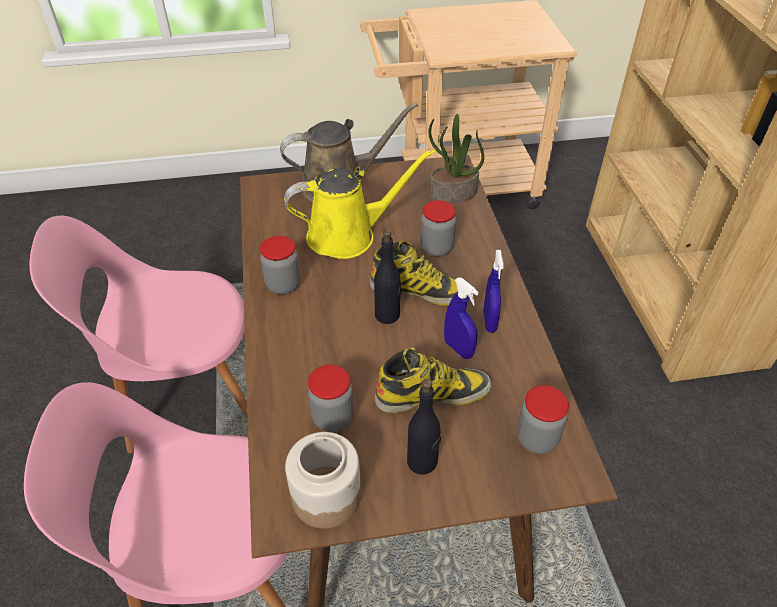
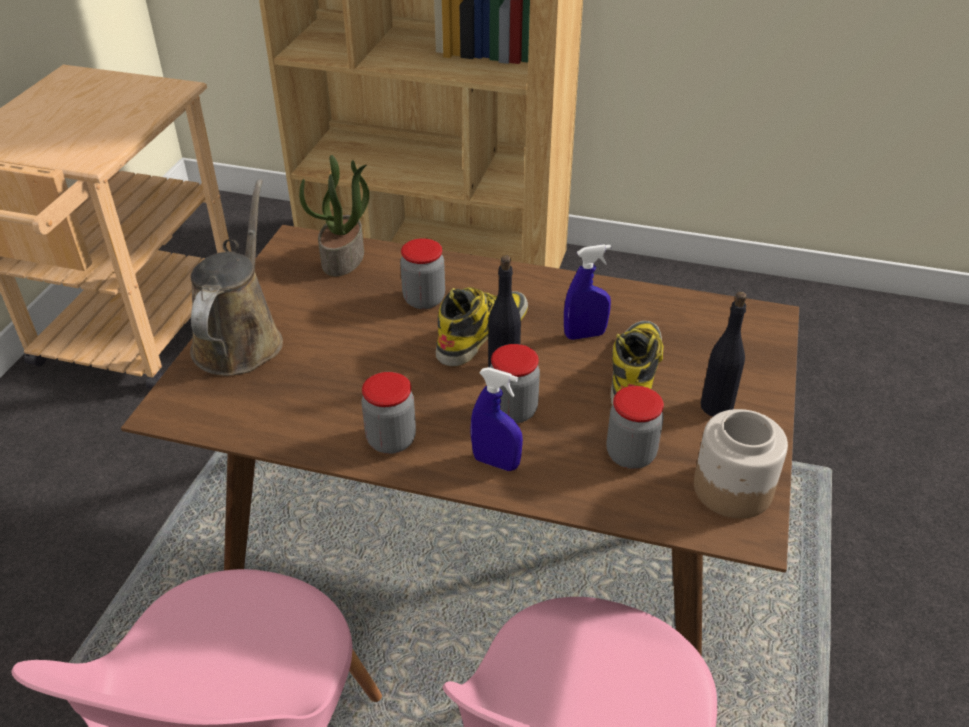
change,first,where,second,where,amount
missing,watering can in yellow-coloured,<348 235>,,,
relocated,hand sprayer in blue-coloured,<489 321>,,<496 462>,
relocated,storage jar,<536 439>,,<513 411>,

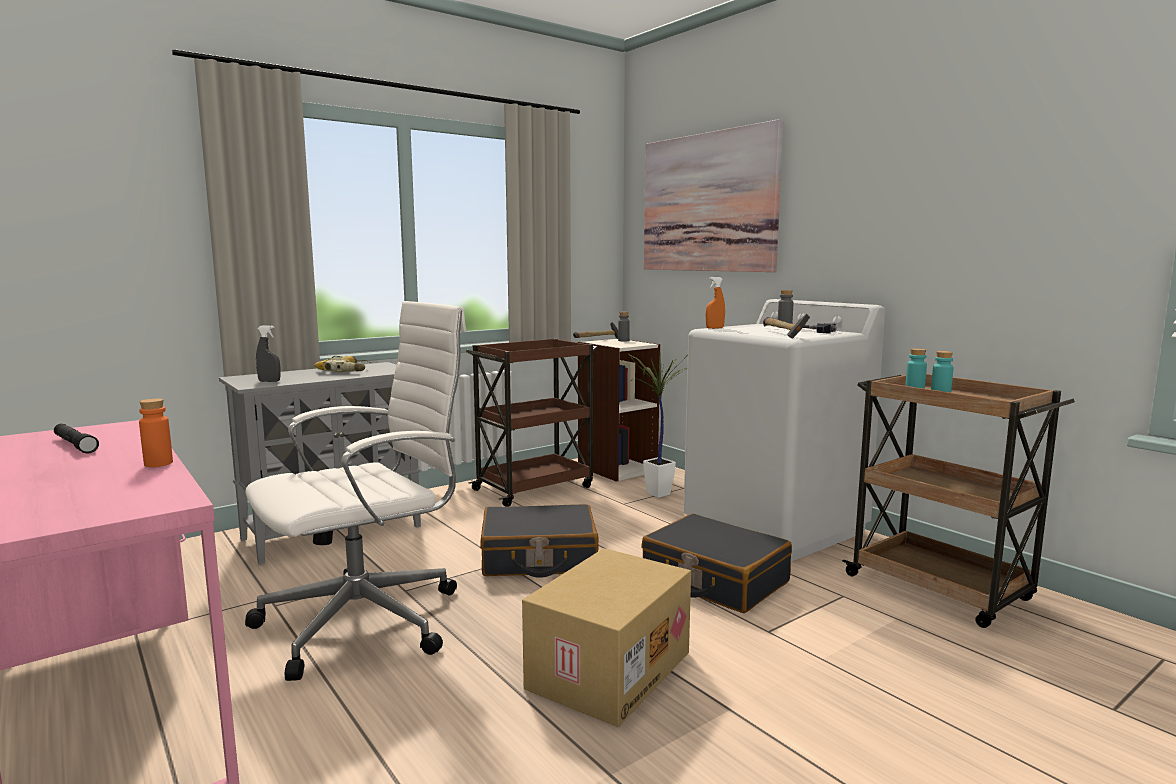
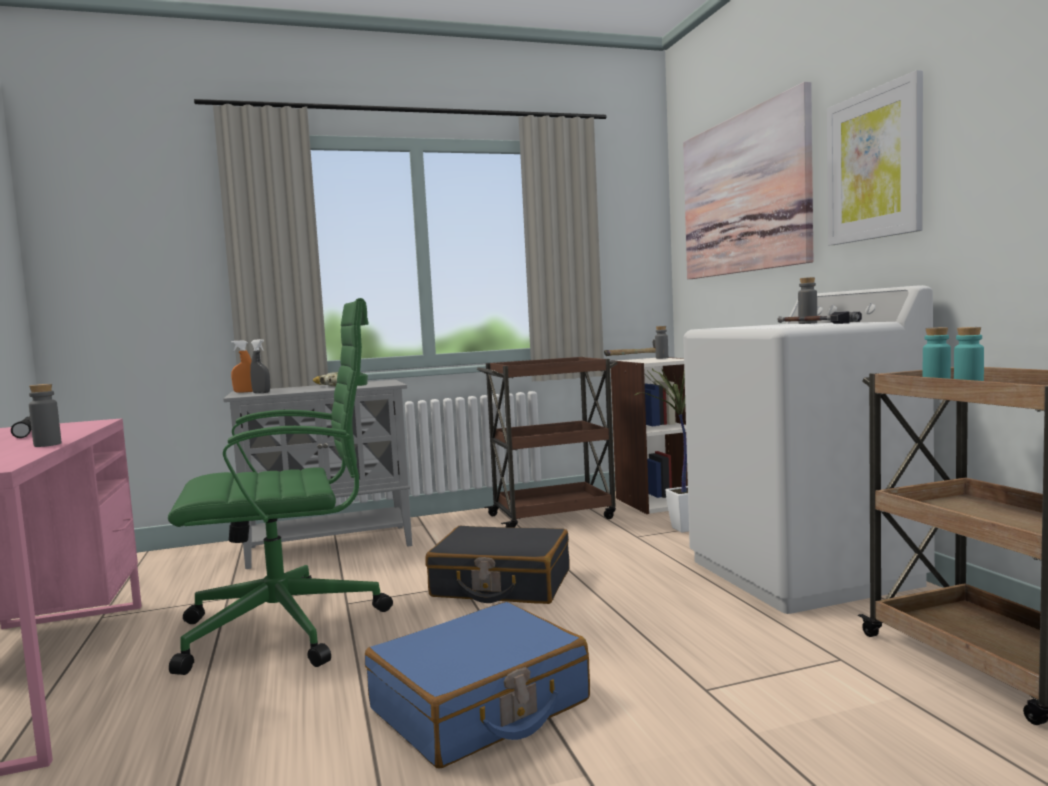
change,first,where,second,where,amount
colour,bottle in orange-coloured,<158 463>,bottle in grey,<47 445>,
colour,desk chair in white,<367 620>,desk chair in greenish,<289 627>,
exchanged,cardboard box,<608 669>,piece of luggage in blue-coloured,<480 706>,
missing,piece of luggage in black-coloured,<714 580>,,,
relocated,hand sprayer in orange-coloured,<714 328>,,<244 392>,
missing,hammer,<782 334>,,,
appeared,,,wall picture,<874 165>,

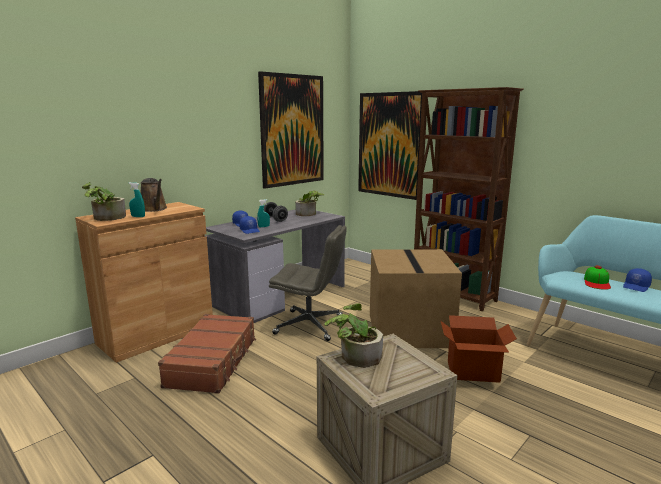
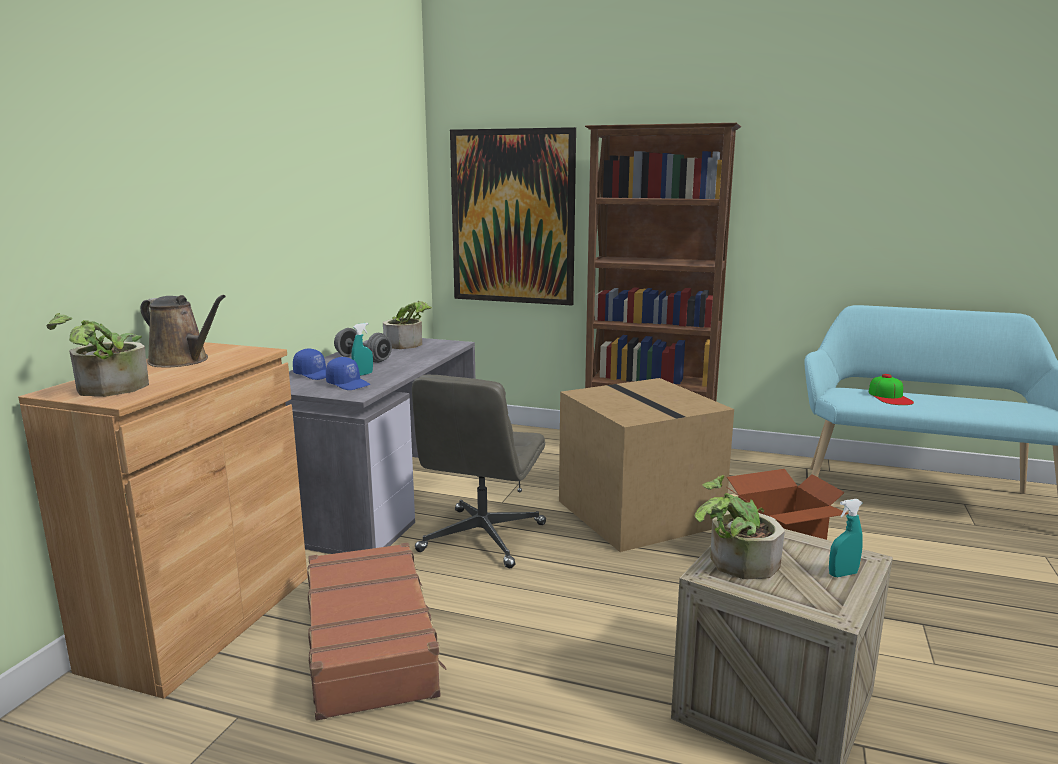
change,first,where,second,where,amount
relocated,hand sprayer in turquoise-coloured,<138 216>,,<842 574>,
missing,wall picture,<292 130>,,,
spun,desk chair in grey,<310 325>,,<482 538>,120 degrees clockwise
missing,cap in blue-coloured,<636 286>,,,

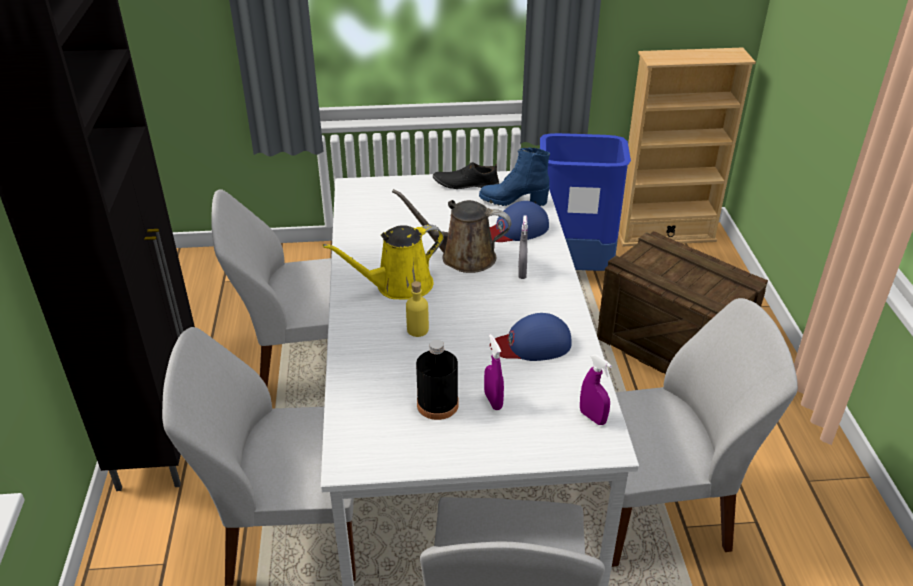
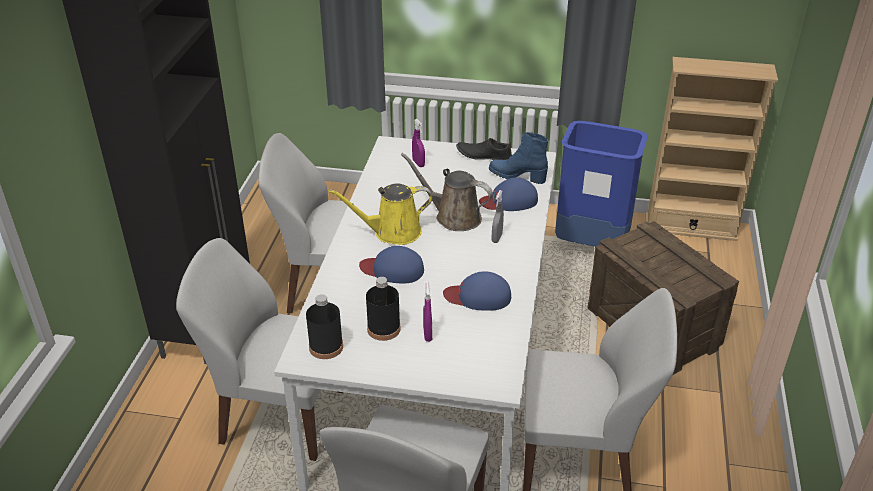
change,first,where,second,where,amount
exchanged,bottle in yellow-coloured,<417 330>,cap in blue-coloured,<392 269>,
relocated,hand sprayer in purple-coloured,<592 417>,,<418 163>,
appeared,,,bottle in black-coloured,<326 347>,

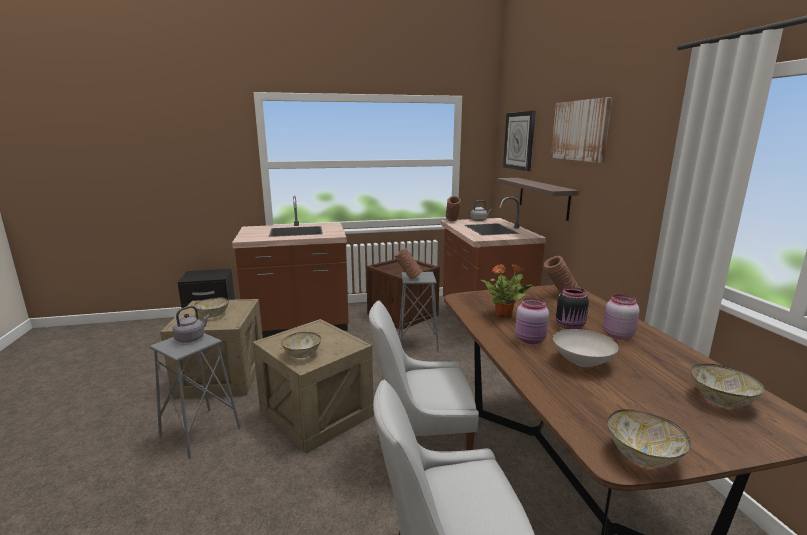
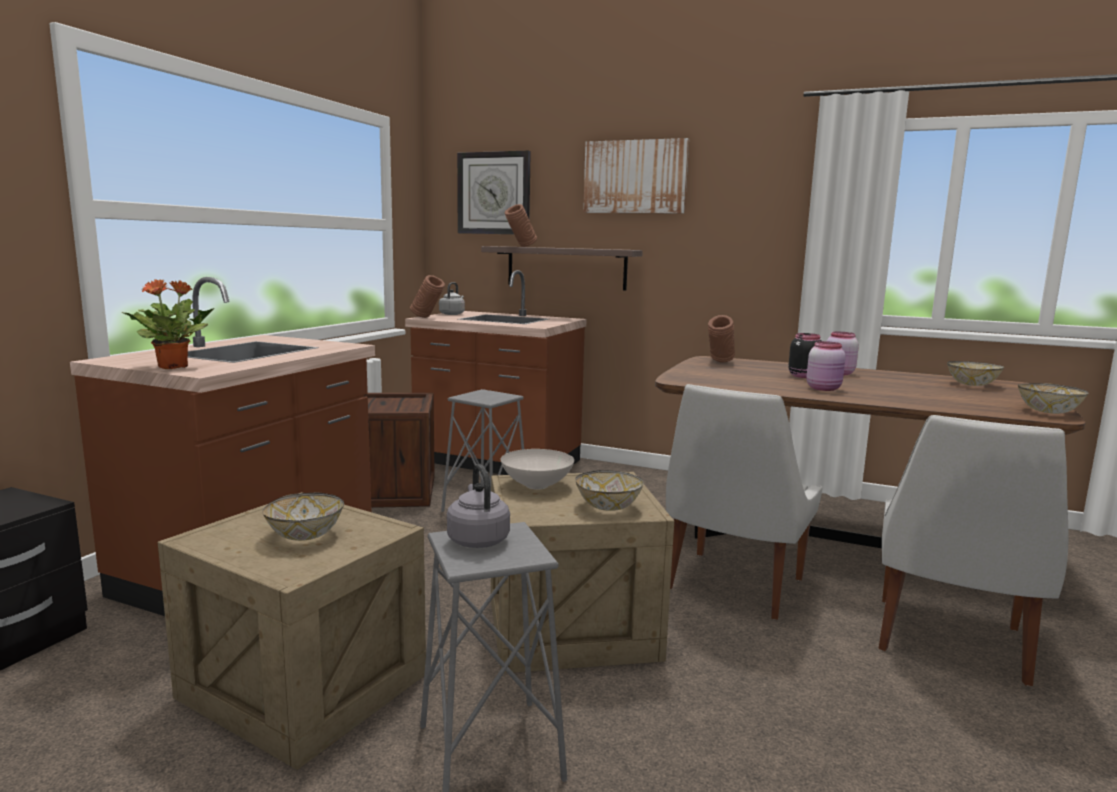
change,first,where,second,where,amount
relocated,vase in brownish,<408 278>,,<520 246>,
relocated,houseplant,<504 315>,,<174 367>,
relocated,bowl in white,<582 363>,,<538 486>,

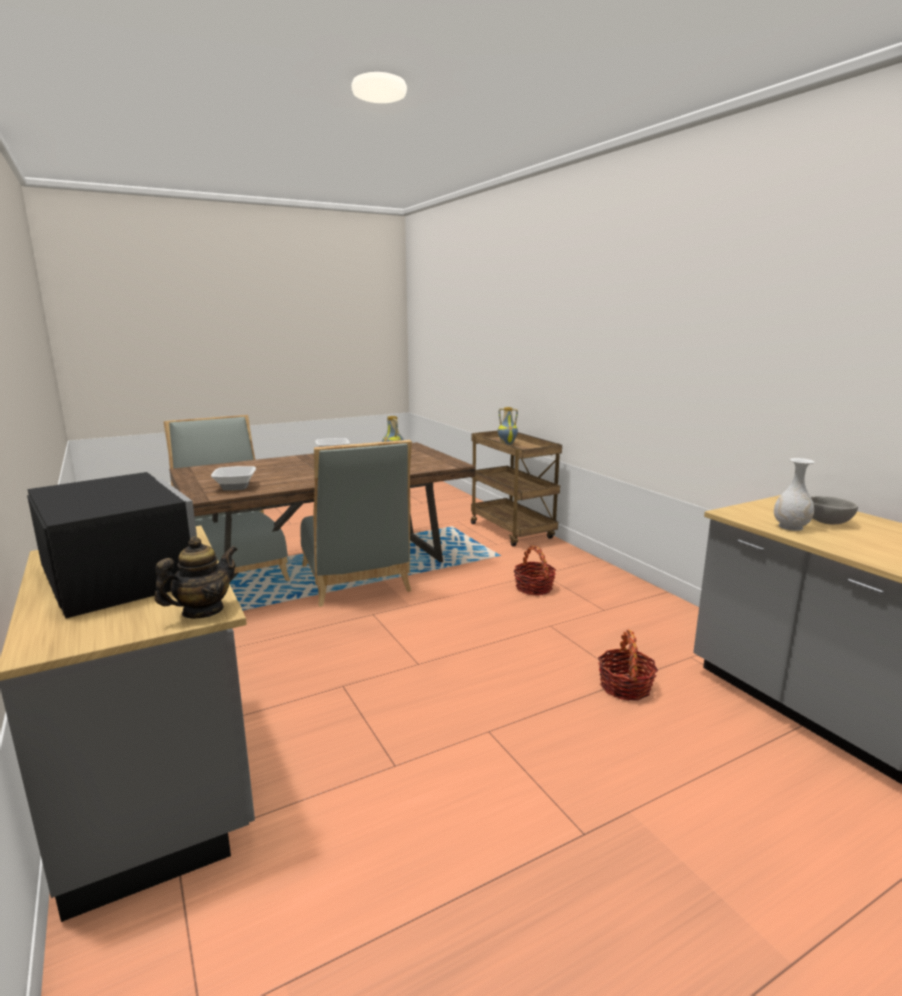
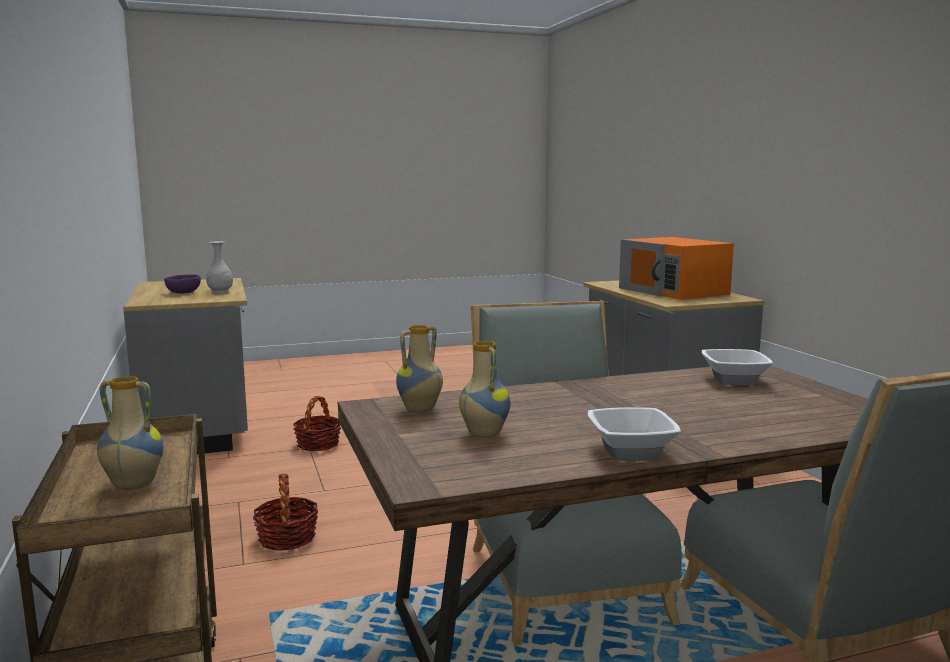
change,first,where,second,where,amount
colour,microwave oven in black-coloured,<119 574>,microwave oven in orange-coloured,<673 291>,
missing,tea pot,<202 611>,,,
colour,bowl in grey,<826 522>,bowl in purple-coloured,<184 293>,
appeared,,,vase,<420 410>,

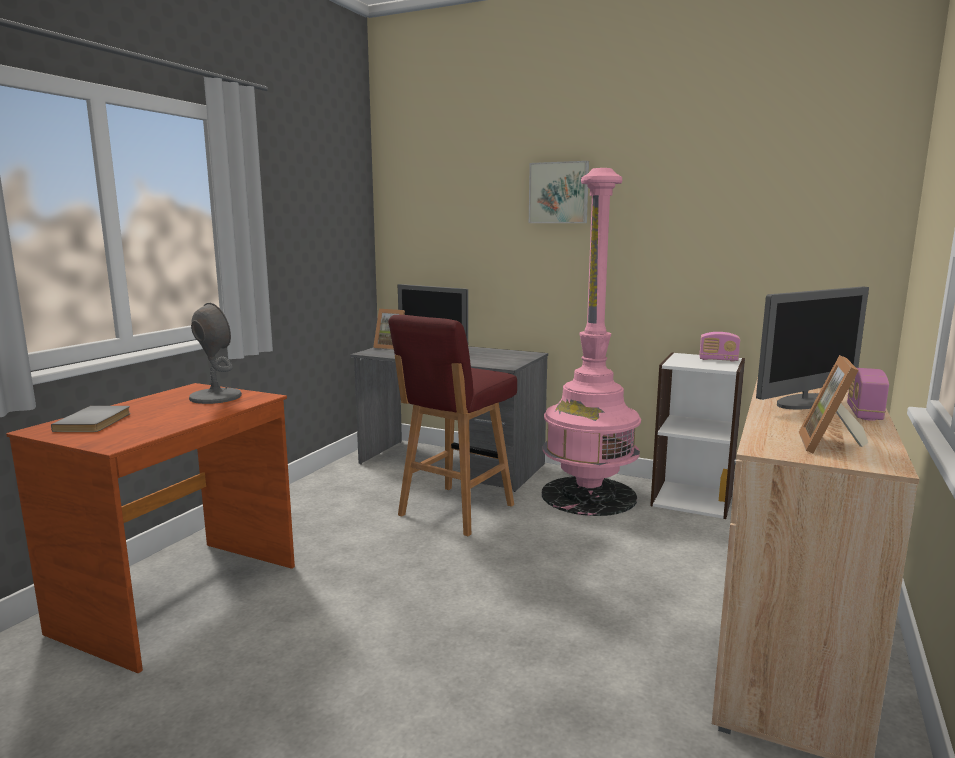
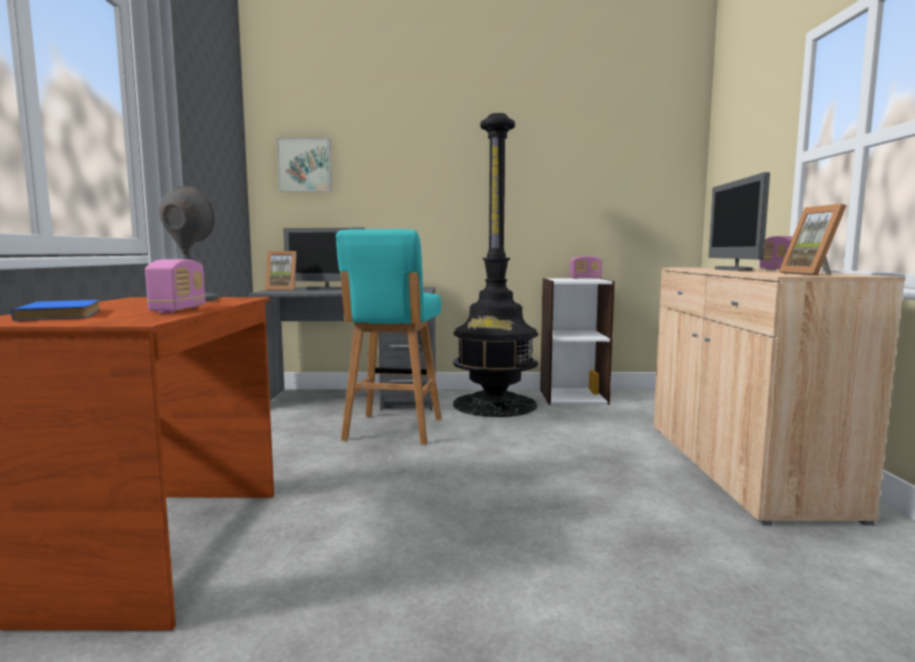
change,first,where,second,where,amount
colour,bound book in grey,<96 422>,bound book in blue-coloured,<64 314>,
colour,stool seat in red,<454 511>,stool seat in turquoise-coloured,<392 429>,
relocated,wall picture,<559 193>,,<305 165>,
colour,standard lamp in pink,<588 495>,standard lamp in black-coloured,<494 404>,
spun,computer display,<806 402>,,<733 269>,150 degrees clockwise
appeared,,,radio receiver,<179 310>,

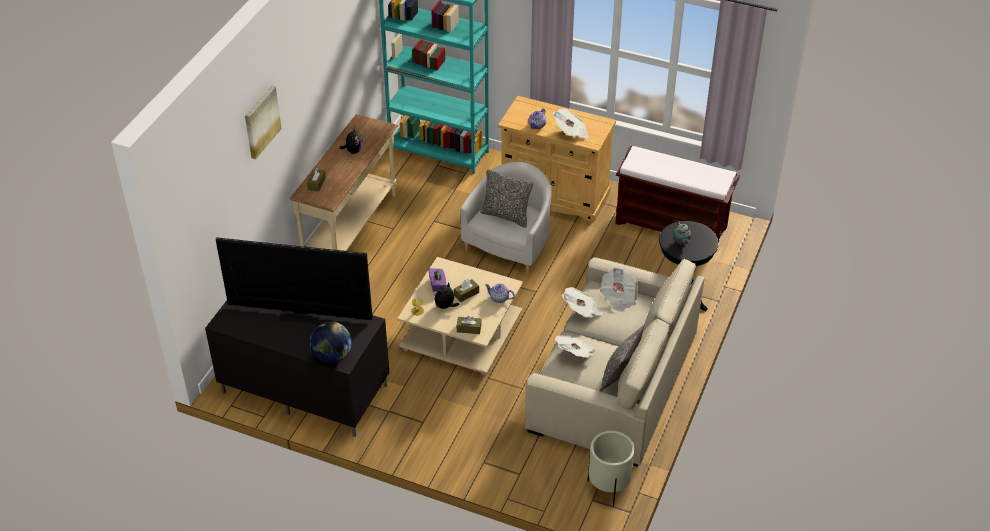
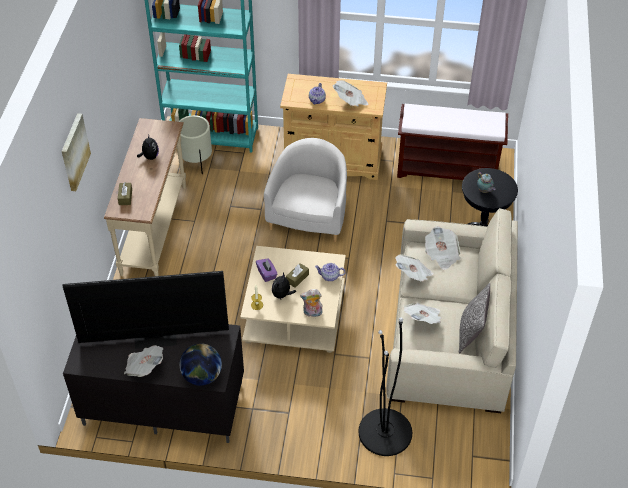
change,first,where,second,where,amount
exchanged,tissue holder in brownish,<469 328>,cuddly toy,<312 313>,
missing,pillow,<506 216>,,,
relocated,planter in beige-coloured,<609 488>,,<196 163>,
appeared,,,newspaper,<144 367>,
appeared,,,standard lamp in black-coloured,<385 432>,

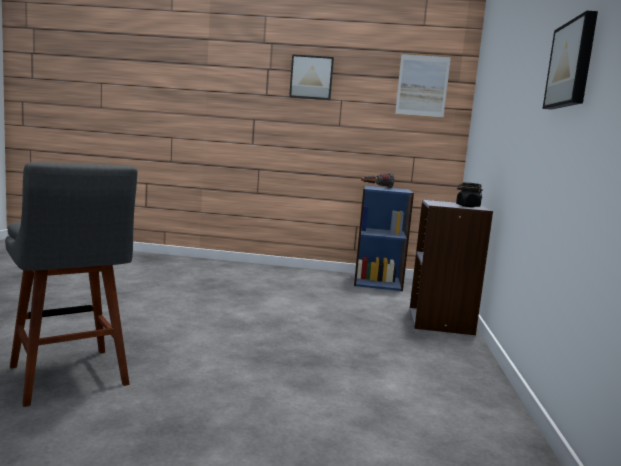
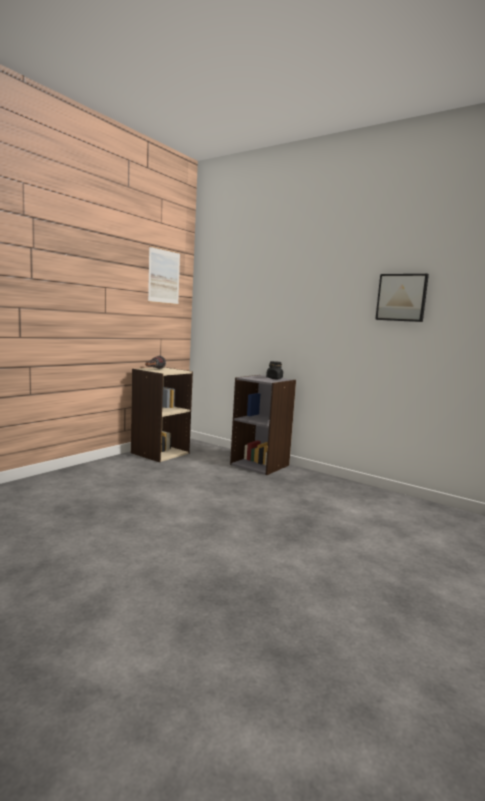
change,first,where,second,where,amount
missing,stool seat in grey,<69 378>,,,
missing,wall picture,<311 77>,,,
colour,bookshelf in blue-coloured,<377 282>,bookshelf in beige-coloured,<159 453>,

